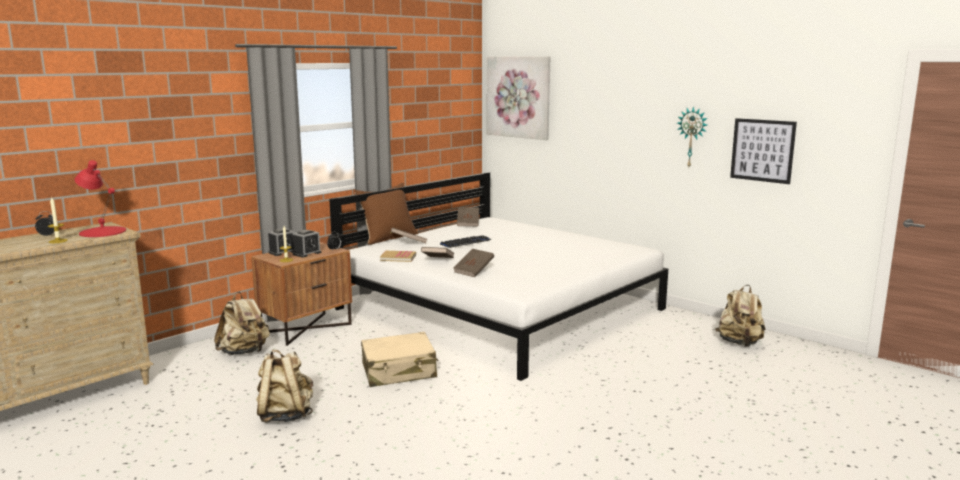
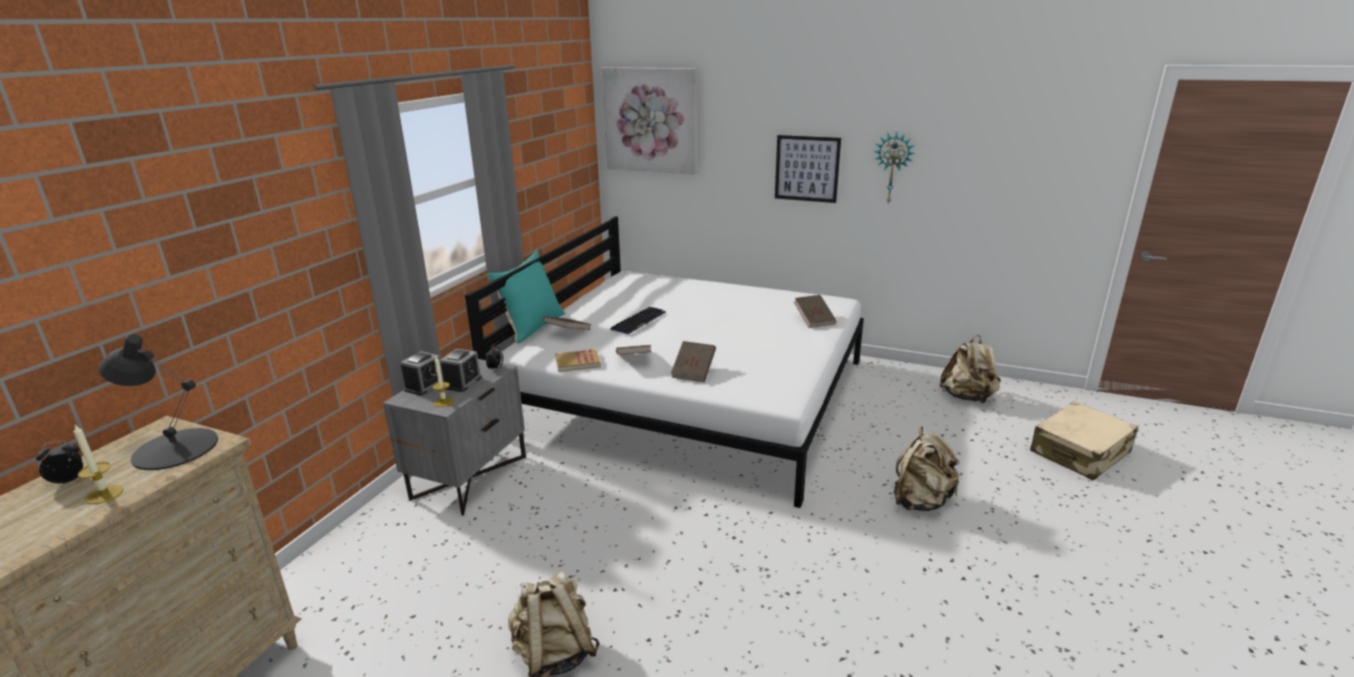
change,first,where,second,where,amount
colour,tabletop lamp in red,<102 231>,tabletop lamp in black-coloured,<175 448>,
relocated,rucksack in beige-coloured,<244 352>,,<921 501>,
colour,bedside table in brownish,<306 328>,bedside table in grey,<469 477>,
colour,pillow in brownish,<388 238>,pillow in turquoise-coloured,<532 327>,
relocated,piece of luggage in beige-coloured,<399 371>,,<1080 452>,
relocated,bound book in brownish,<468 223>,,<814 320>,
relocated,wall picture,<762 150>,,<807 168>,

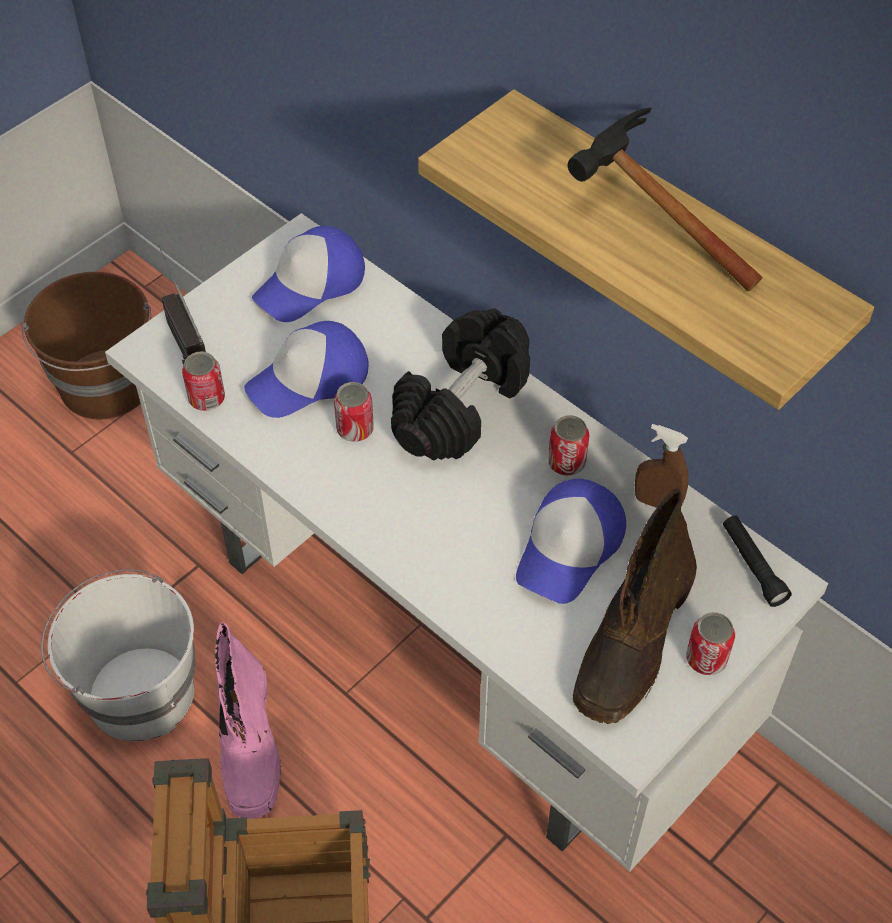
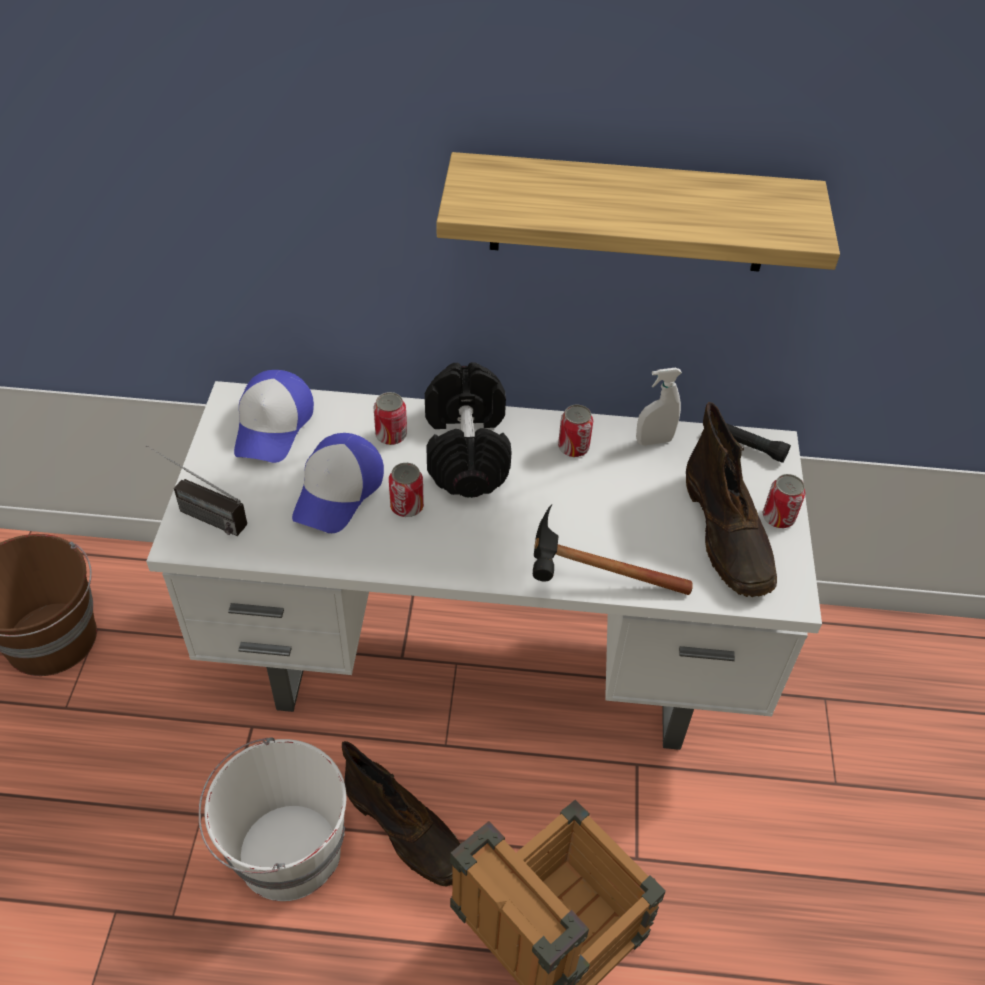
change,first,where,second,where,amount
relocated,sealed can,<207 398>,,<391 435>,
colour,high-top boot in pink,<249 745>,high-top boot in brownish,<407 830>,
missing,cap,<570 548>,,,
relocated,hammer,<647 220>,,<587 580>,
colour,hand sprayer in brownish,<657 503>,hand sprayer in white,<654 441>,

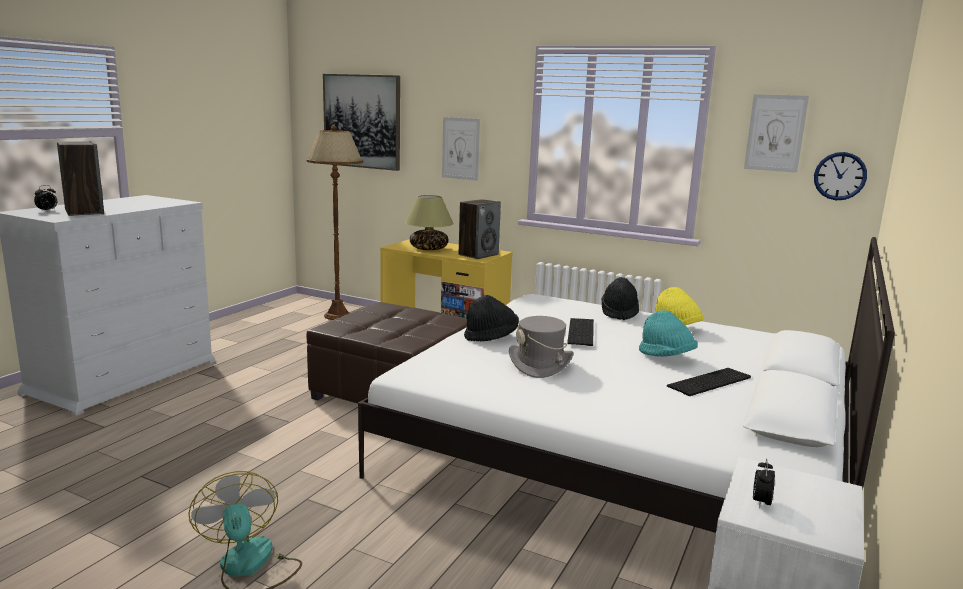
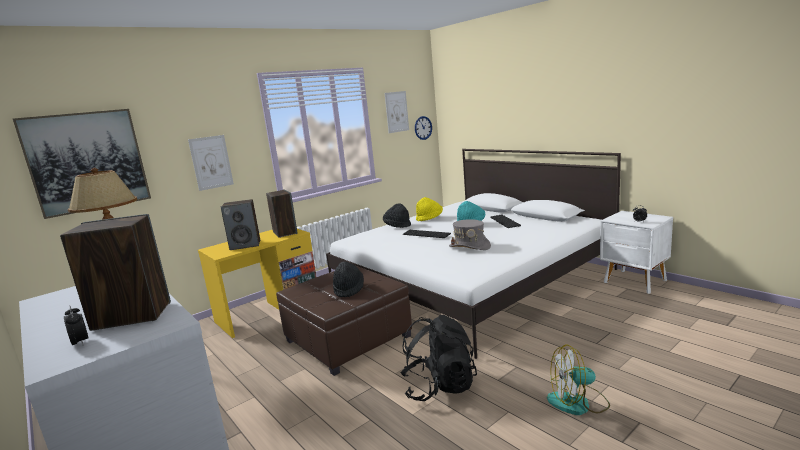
change,first,where,second,where,amount
exchanged,tabletop lamp,<429 249>,speaker,<245 245>,
relocated,wearable hat in black-coloured,<491 337>,,<349 289>,
appeared,,,rucksack in black-coloured,<439 386>,

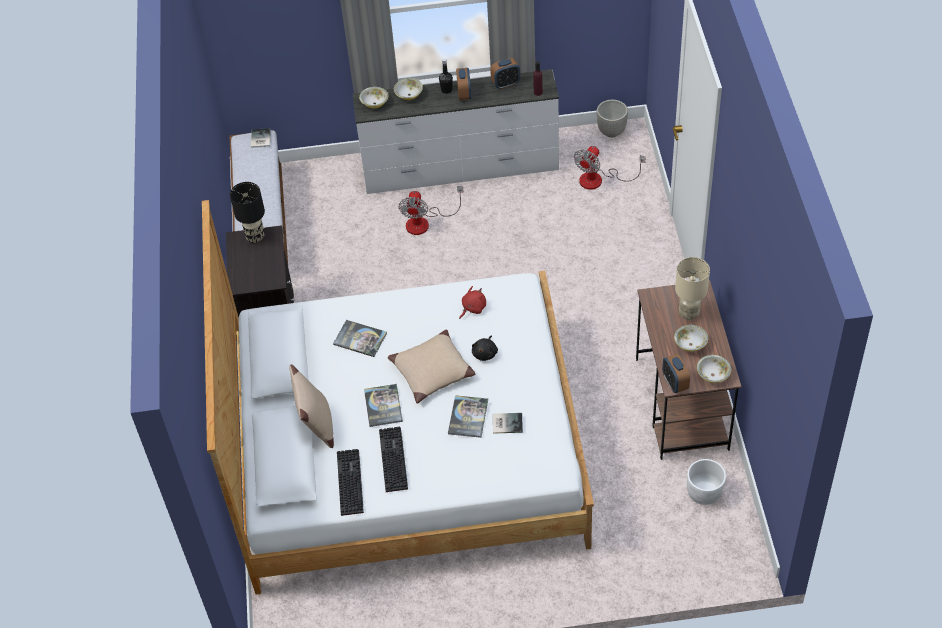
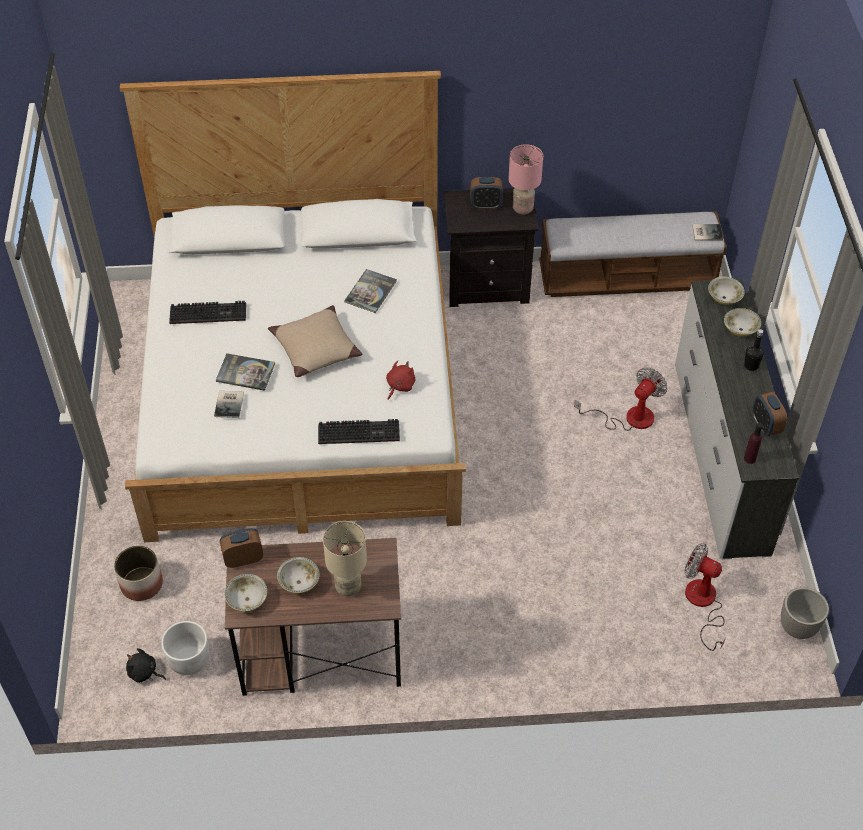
change,first,where,second,where,amount
colour,tabletop lamp in black-coloured,<255 237>,tabletop lamp in pink,<522 209>,
missing,pillow in beige-coloured,<317 426>,,,
relocated,keyboard,<348 482>,,<360 431>,
missing,bound book,<383 406>,,,
spun,cooling fan,<425 222>,,<629 418>,120 degrees clockwise
relocated,bedside clock,<464 94>,,<485 205>,
spun,cuddly toy in red,<472 308>,,<399 386>,105 degrees counterclockwise
relocated,cuddly toy in black-coloured,<485 353>,,<144 673>,
appeared,,,planter,<141 583>,

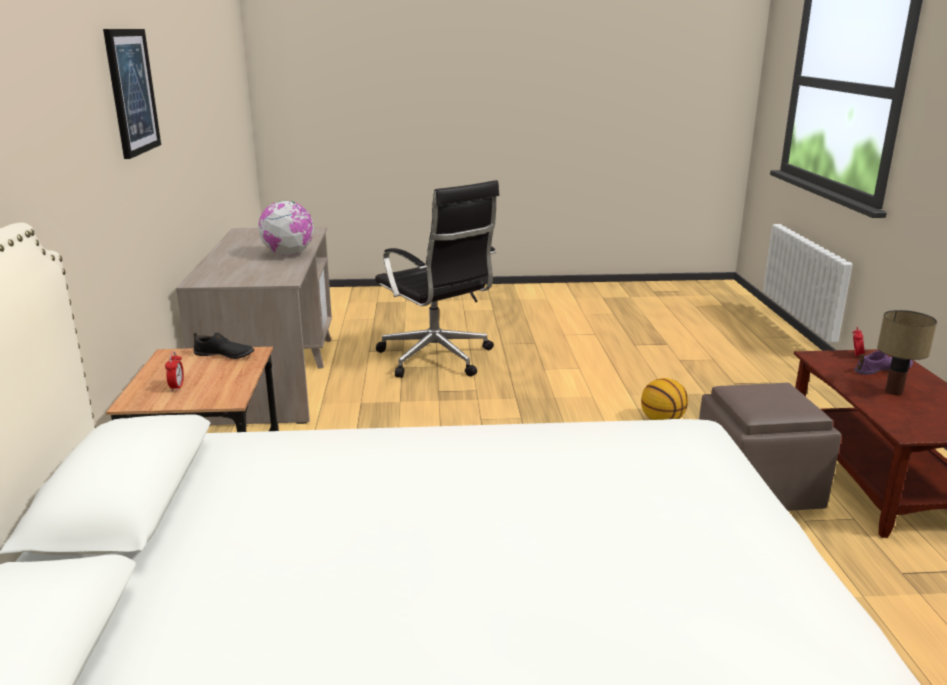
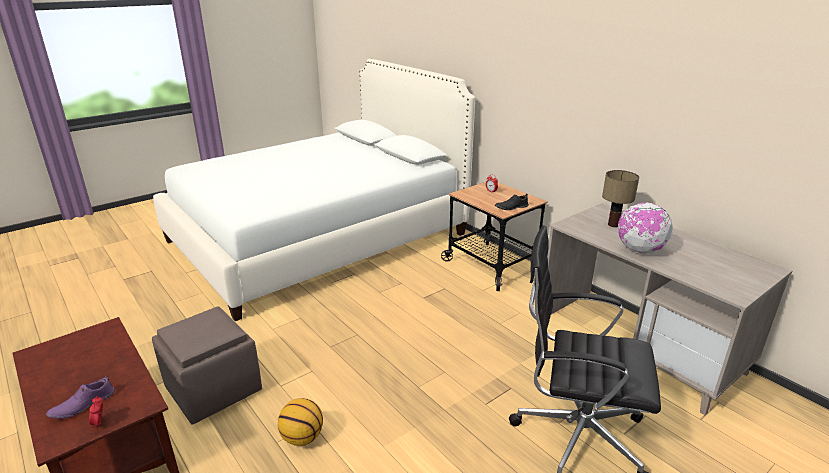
change,first,where,second,where,amount
missing,wall picture,<131 92>,,,
relocated,tabletop lamp,<893 391>,,<614 225>,

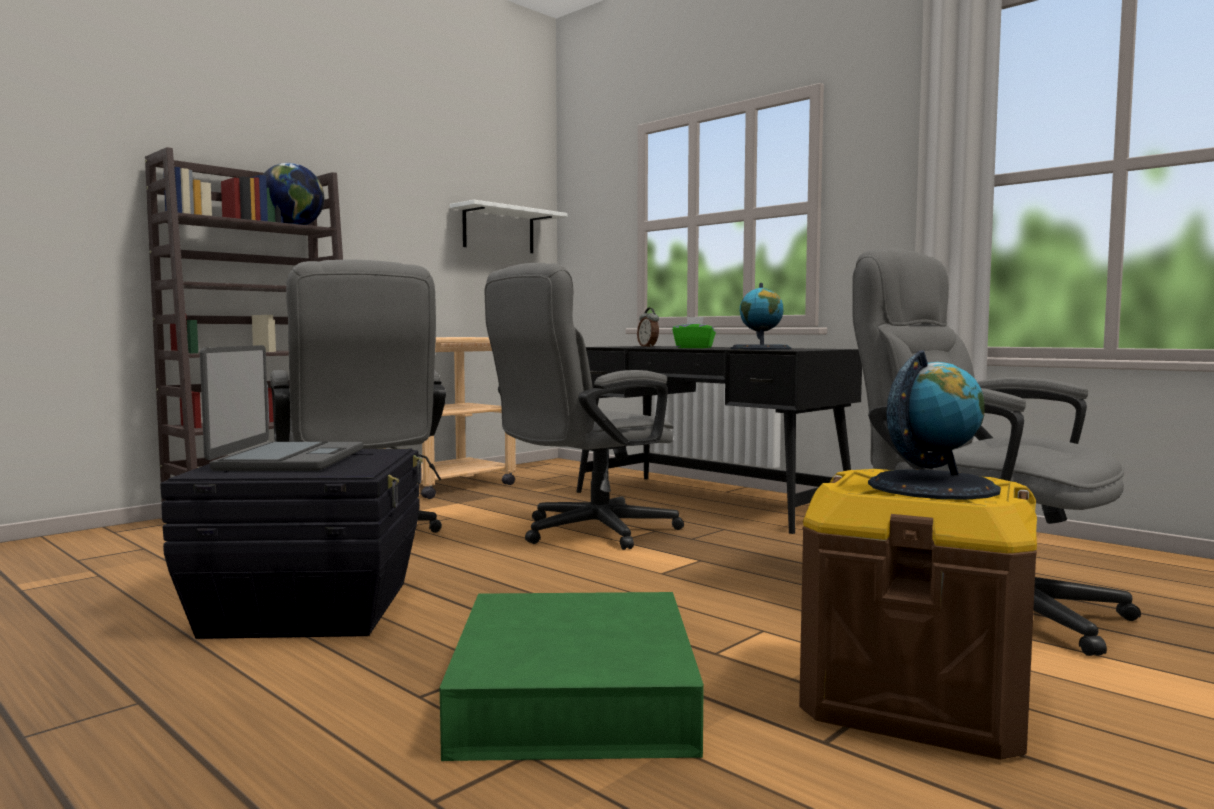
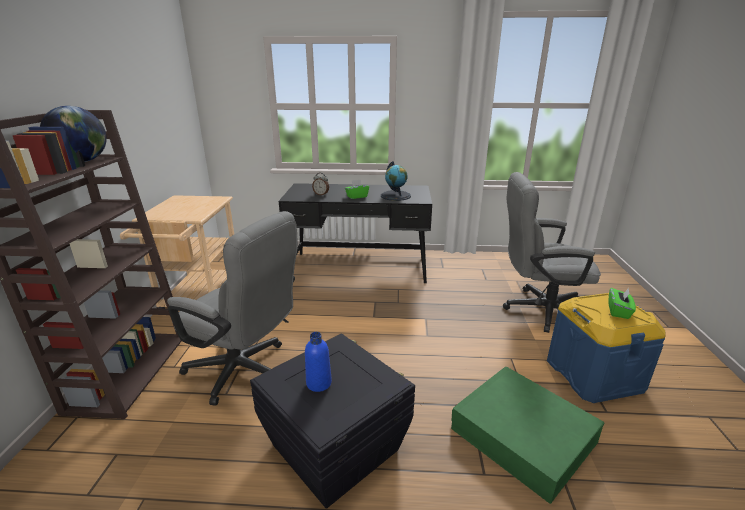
change,first,where,second,where,amount
exchanged,laptop,<288 459>,bottle in blue-coloured,<319 383>,
missing,shelf in white,<498 230>,,,
missing,desk chair in grey,<584 533>,,,
colour,storage box in brownish,<916 699>,storage box in blue-coloured,<593 374>,
exchanged,desk globe,<932 486>,tissue holder in greenish,<618 311>,

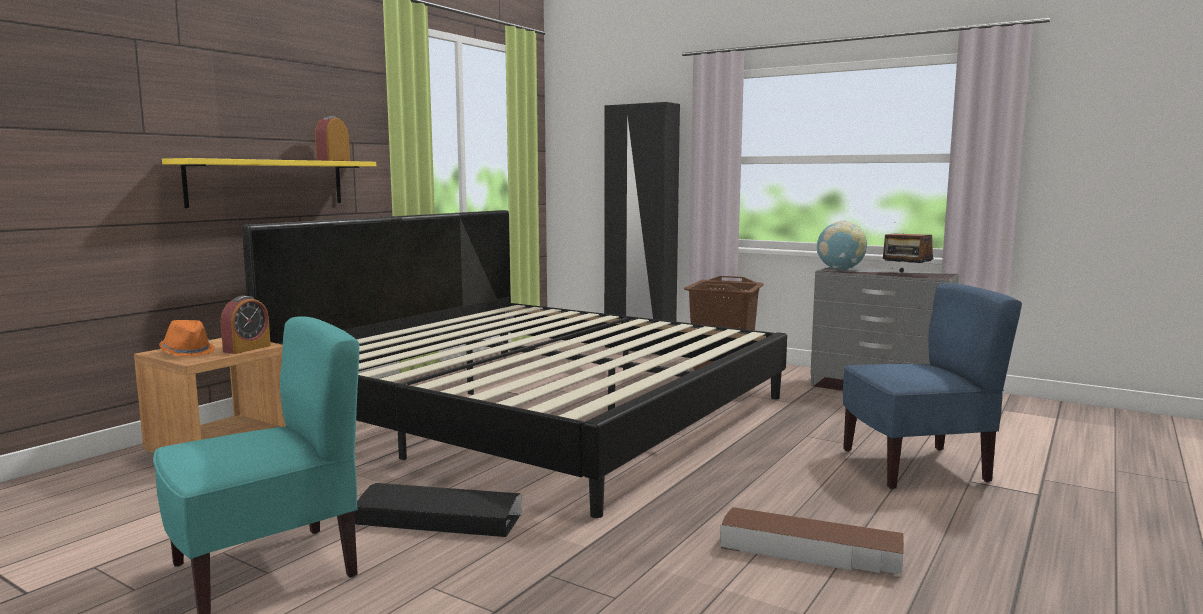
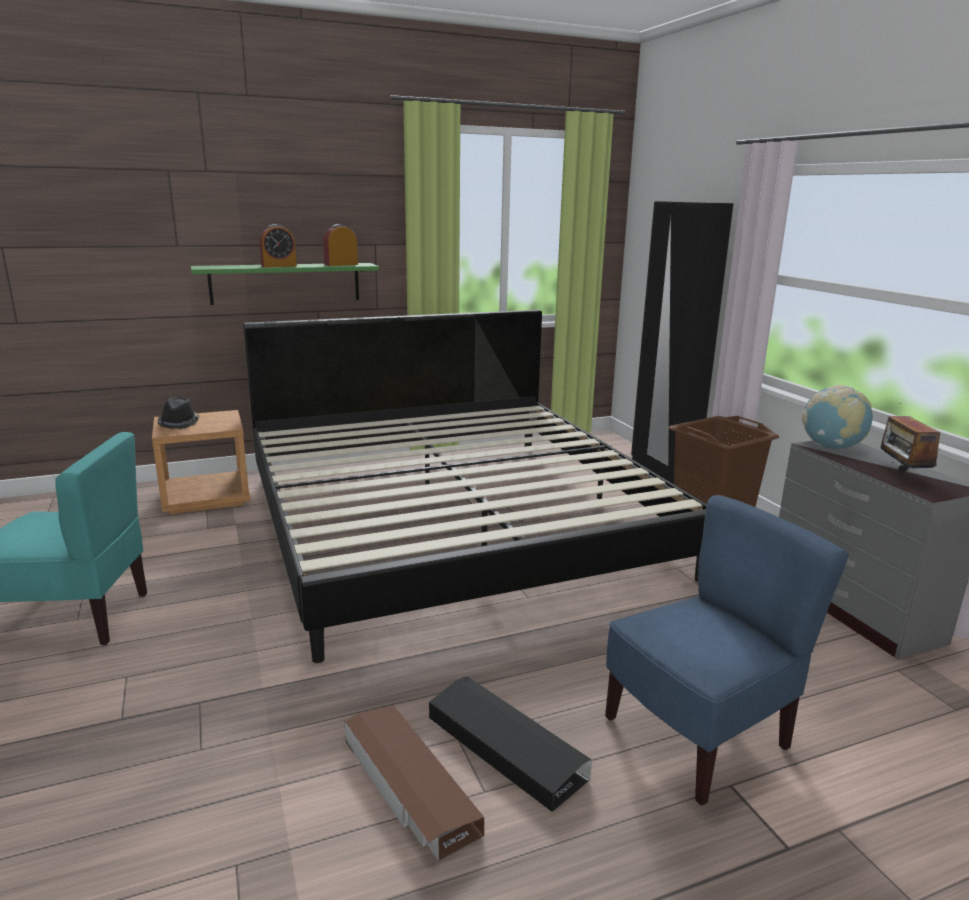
change,first,where,second,where,amount
colour,wearable hat in orange-coloured,<188 352>,wearable hat in black-coloured,<179 423>,
colour,shelf in yellow-coloured,<267 183>,shelf in greenish,<285 283>,
relocated,bedside clock,<247 348>,,<279 266>,
relocated,storage box in black-coloured,<438 520>,,<505 747>,
spun,upright chair in blue-coloured,<915 467>,,<698 735>,60 degrees counterclockwise

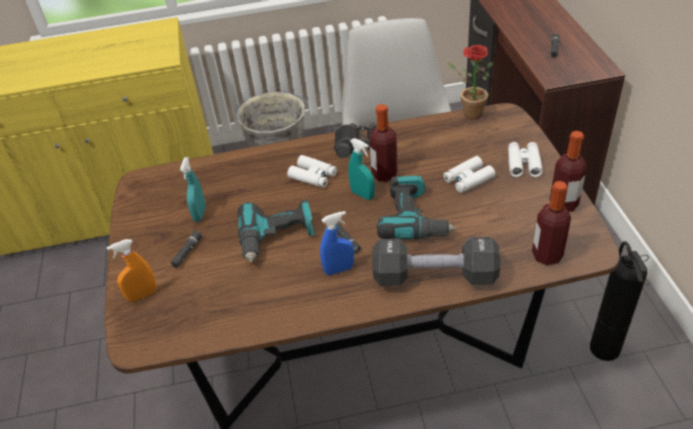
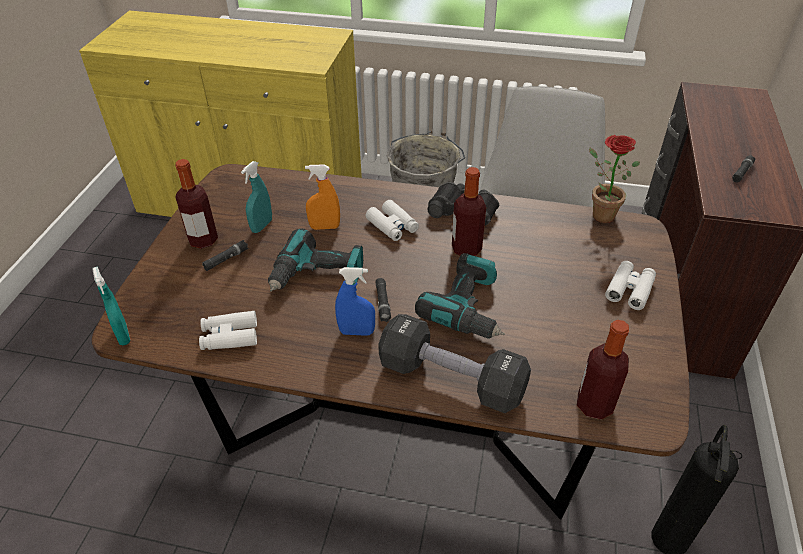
change,first,where,second,where,amount
relocated,hand sprayer in orange-coloured,<142 295>,,<324 227>,
relocated,hand sprayer in turquoise-coloured,<362 195>,,<123 335>,
relocated,field glasses in white,<468 179>,,<229 336>,
relocated,bottle,<563 204>,,<203 240>,

